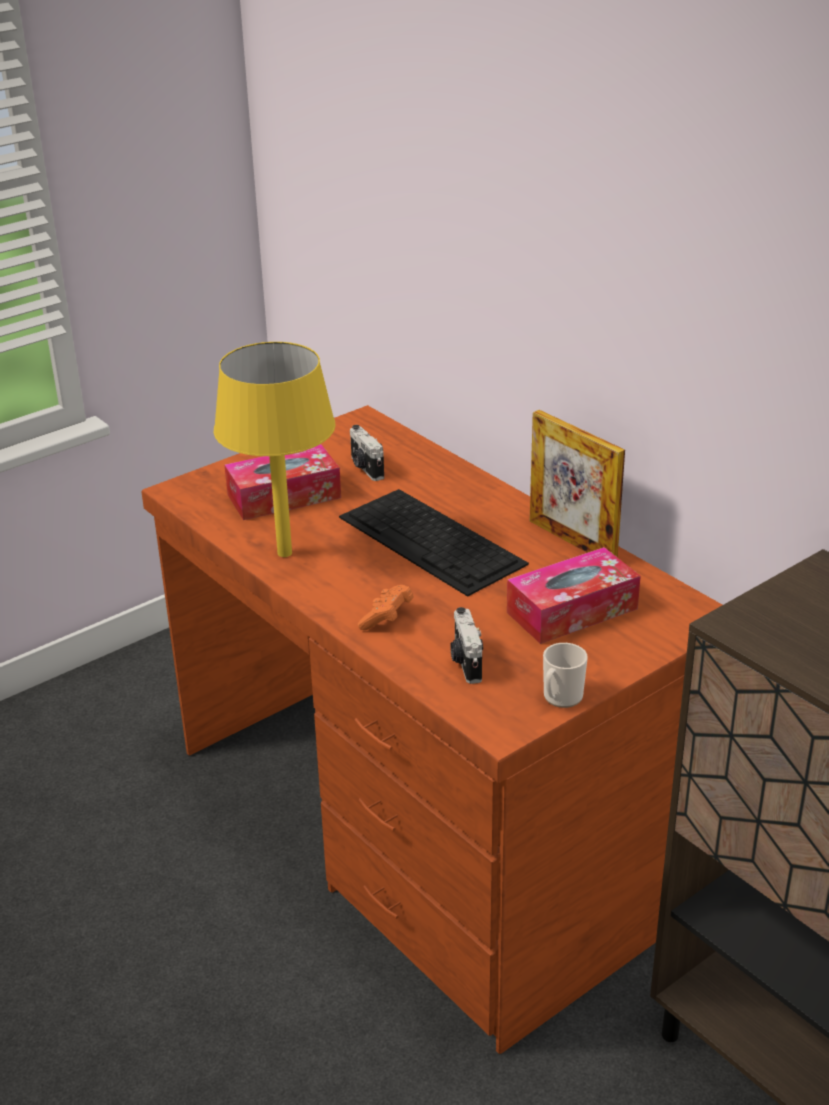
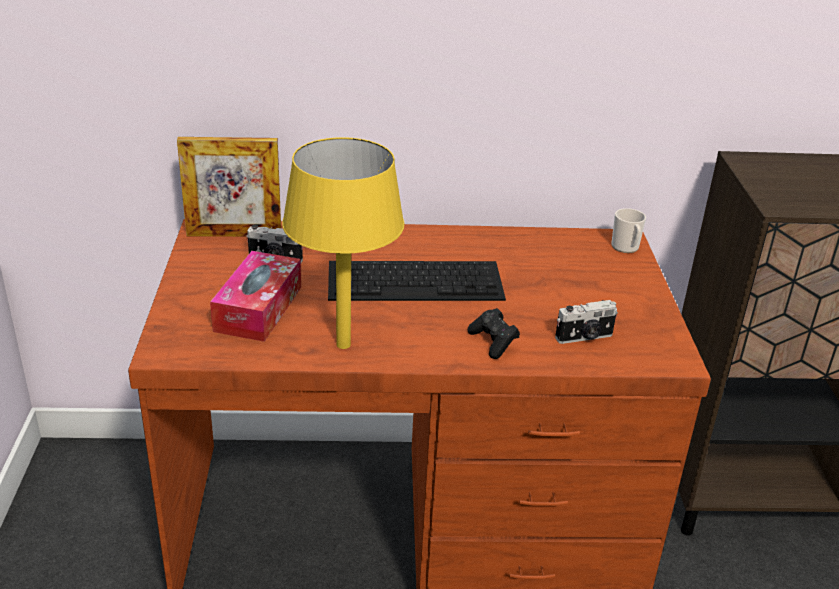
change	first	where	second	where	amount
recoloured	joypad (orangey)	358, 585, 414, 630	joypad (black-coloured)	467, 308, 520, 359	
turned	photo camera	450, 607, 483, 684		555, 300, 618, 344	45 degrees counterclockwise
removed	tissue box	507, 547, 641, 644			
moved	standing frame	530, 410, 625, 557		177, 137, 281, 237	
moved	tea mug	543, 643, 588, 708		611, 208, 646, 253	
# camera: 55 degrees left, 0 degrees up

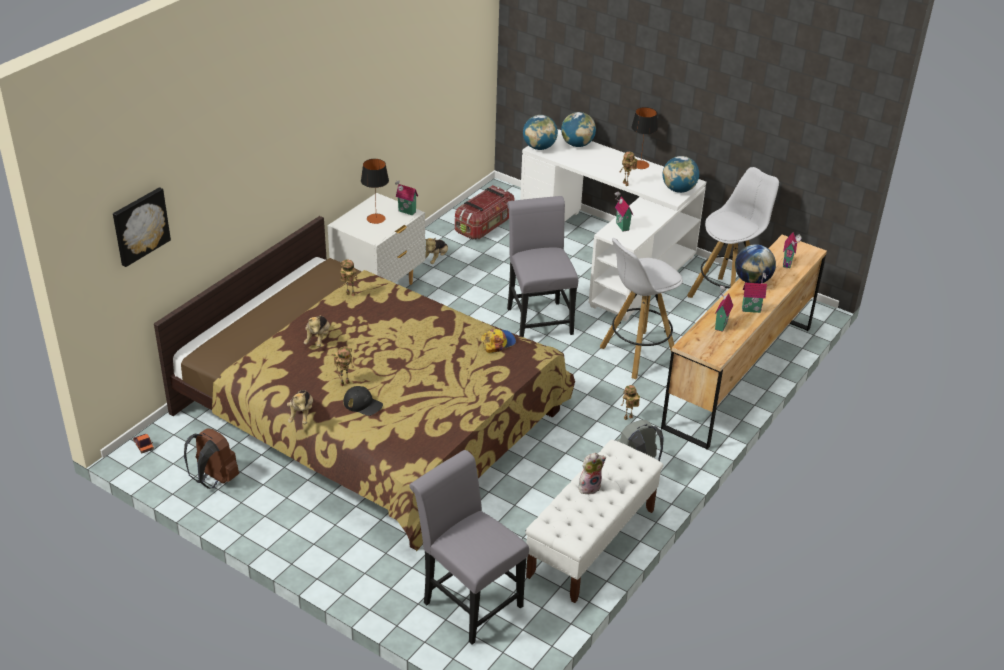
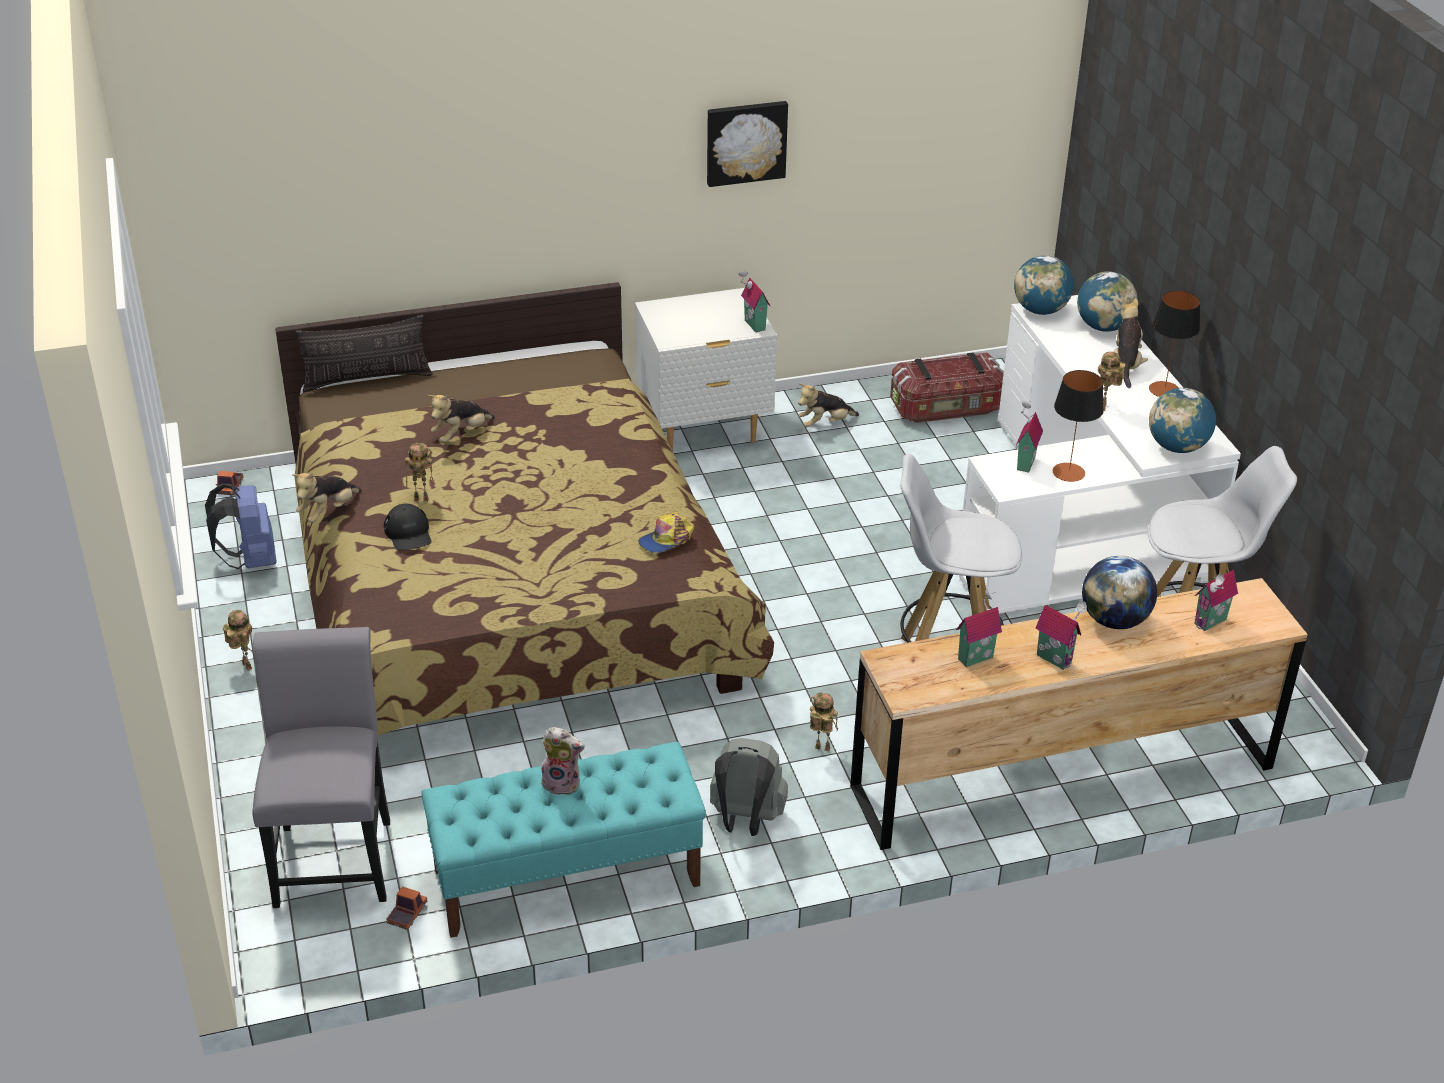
change	first	where	second	where	amount
moved	picture	113, 187, 171, 267		707, 101, 788, 187	
recoloured	rucksack (brownish)	184, 428, 239, 489	rucksack (bluish)	205, 484, 277, 569	
moved	toy robot	340, 259, 359, 296		223, 610, 253, 671	
moved	tabletop lamp	361, 159, 389, 224		1053, 370, 1104, 482	
turned	peaked cap	481, 328, 516, 353		638, 512, 694, 553	135 degrees clockwise
removed	upright chair (gray)	507, 196, 578, 337			
recoloured	long seat (whitish)	525, 439, 663, 603	long seat (blue-green)	421, 742, 706, 938	
added			throw pillow	295, 315, 433, 392	
added			toy lorry	387, 886, 427, 930	
added			cuddly toy	1113, 298, 1148, 388	
# camera: 40 degrees right, 0 degrees up

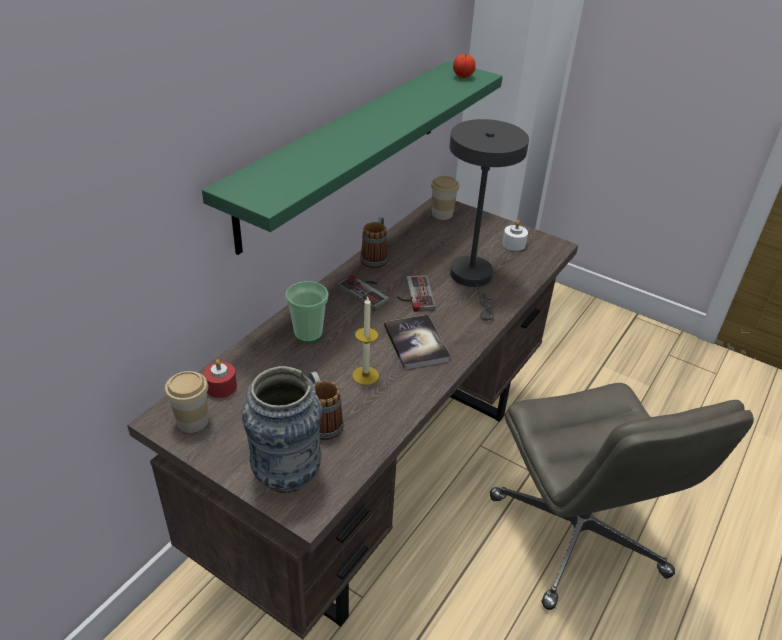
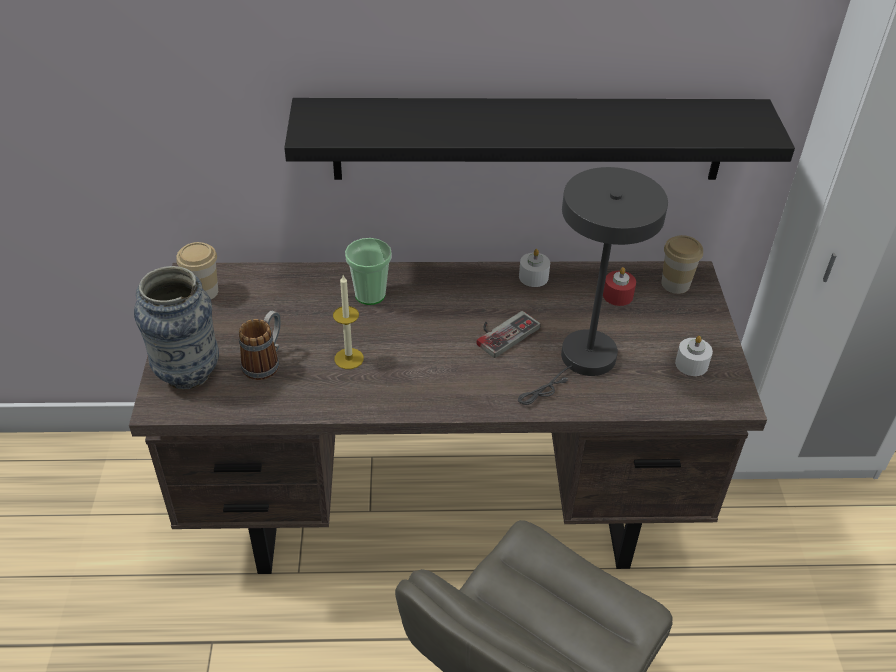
change	first	where	second	where	amount
recoloured	wall shelf (greenish)	202, 61, 503, 255	wall shelf (black-coloured)	284, 98, 795, 180	
moved	wax candle (red)	203, 359, 237, 398		603, 267, 636, 306	
removed	joypad	337, 275, 389, 311			
replaced	tea mug	360, 217, 388, 268	wax candle (whitish)	519, 249, 550, 287	
removed	volume	384, 315, 451, 370			
removed	whole apple	453, 54, 476, 78			
# camera: 55 degrees right, 5 degrees up

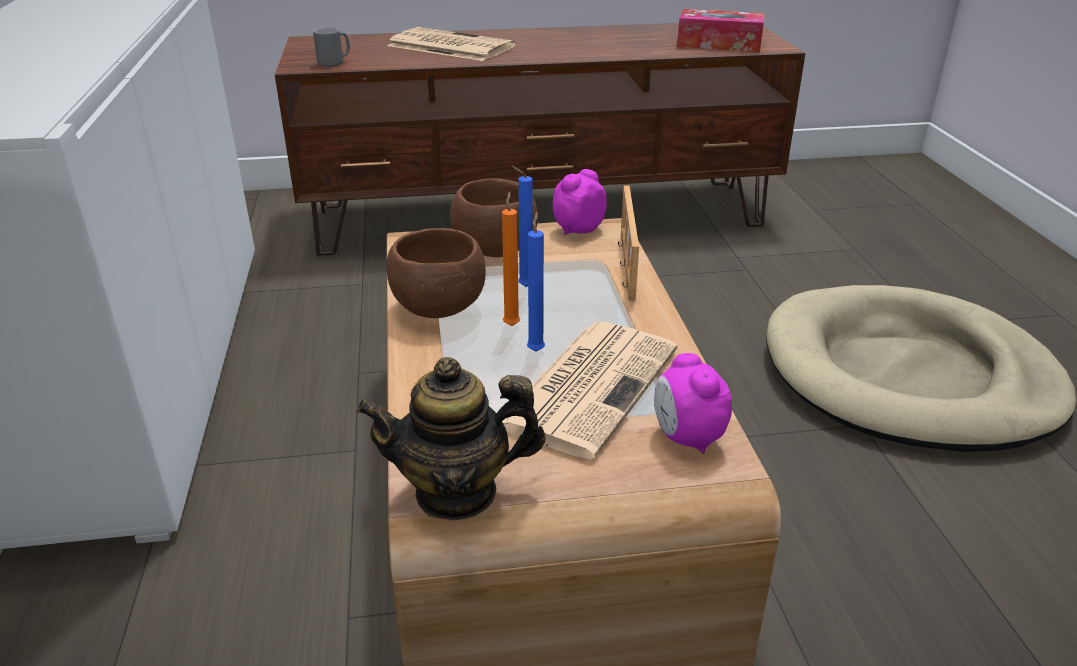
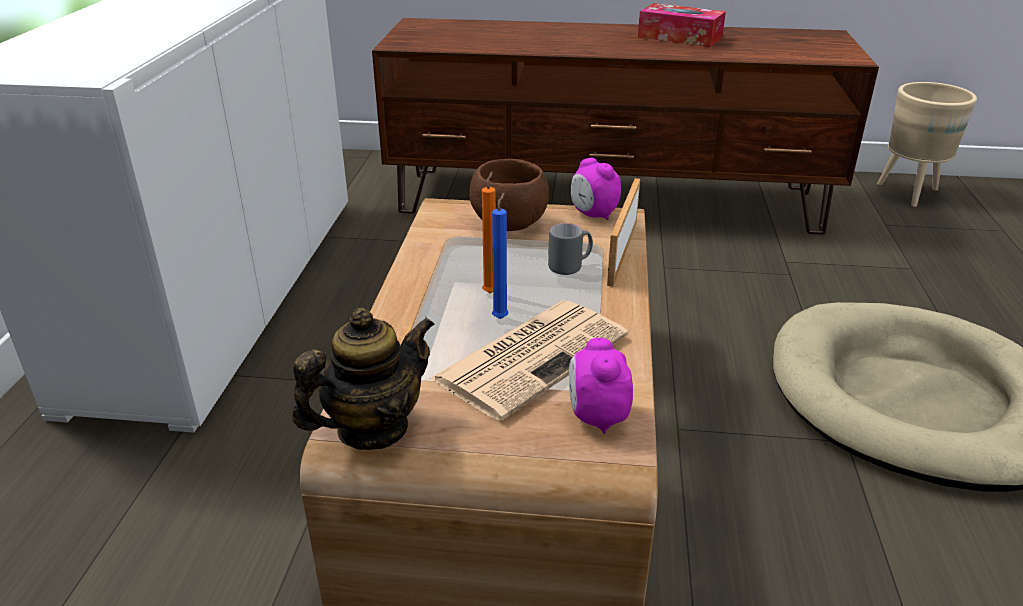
change	first	where	second	where	amount
moved	tea mug (gray)	313, 27, 350, 67		548, 223, 593, 275	
turned	teapot	356, 357, 545, 521		292, 308, 435, 450	135 degrees clockwise
removed	bowl (brownish)	386, 228, 486, 319			
removed	newspaper	387, 27, 516, 61			
removed	wax candle (bluish)	511, 165, 533, 287			
turned	table clock	553, 169, 607, 235		571, 158, 621, 220	105 degrees counterclockwise
moved	tissue box	677, 9, 765, 52		638, 3, 726, 47	
added			planter (beige)	877, 82, 977, 207	
# camera: 15 degrees right, 0 degrees up

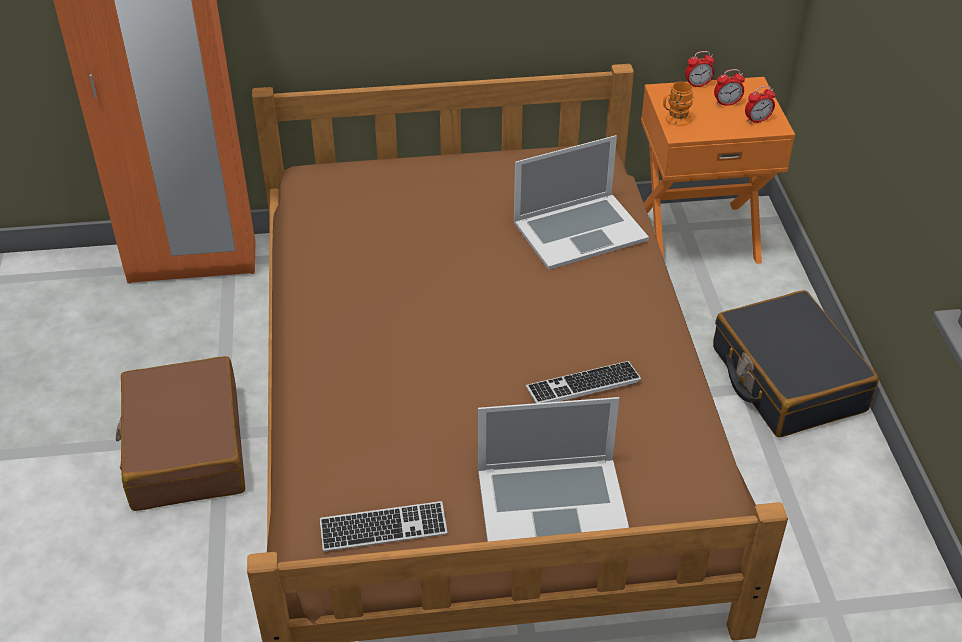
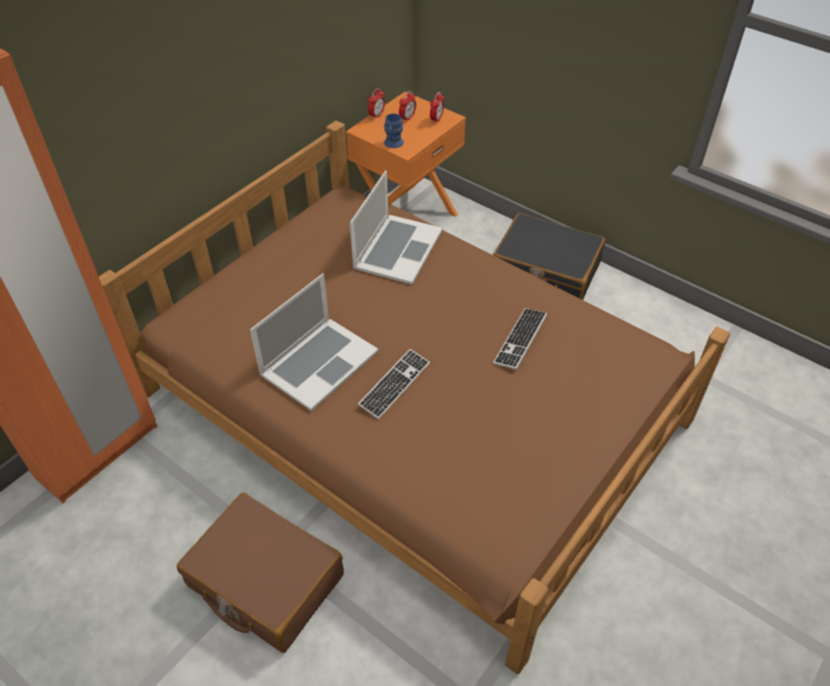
change	first	where	second	where	amount
moved	computer keyboard	319, 501, 448, 552		358, 349, 430, 419	
moved	portable computer	478, 397, 629, 542		250, 274, 379, 411	
recoloured	tea mug (orangey)	663, 82, 694, 126	tea mug (bluish)	384, 114, 404, 148	
# camera: 45 degrees left, 5 degrees up

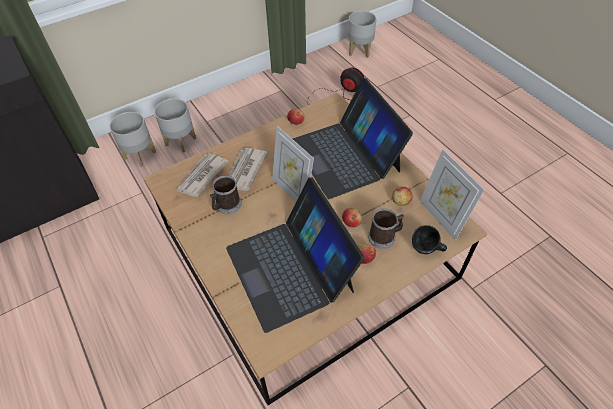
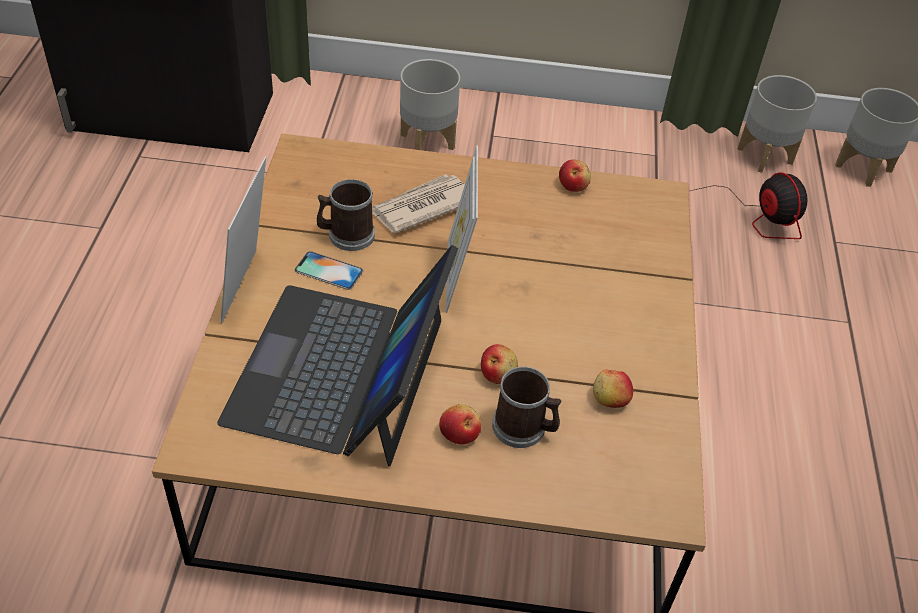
change	first	where	second	where	amount
moved	planter (gray)	110, 112, 156, 167		737, 75, 817, 173	
removed	newspaper	176, 153, 229, 197			
removed	portable computer	293, 78, 413, 199			
removed	tea mug (black-coloured)	412, 225, 447, 254			
moved	standing frame	420, 149, 484, 241		221, 156, 266, 324	
added			phone	295, 251, 363, 290	
# camera: 35 degrees right, 5 degrees down

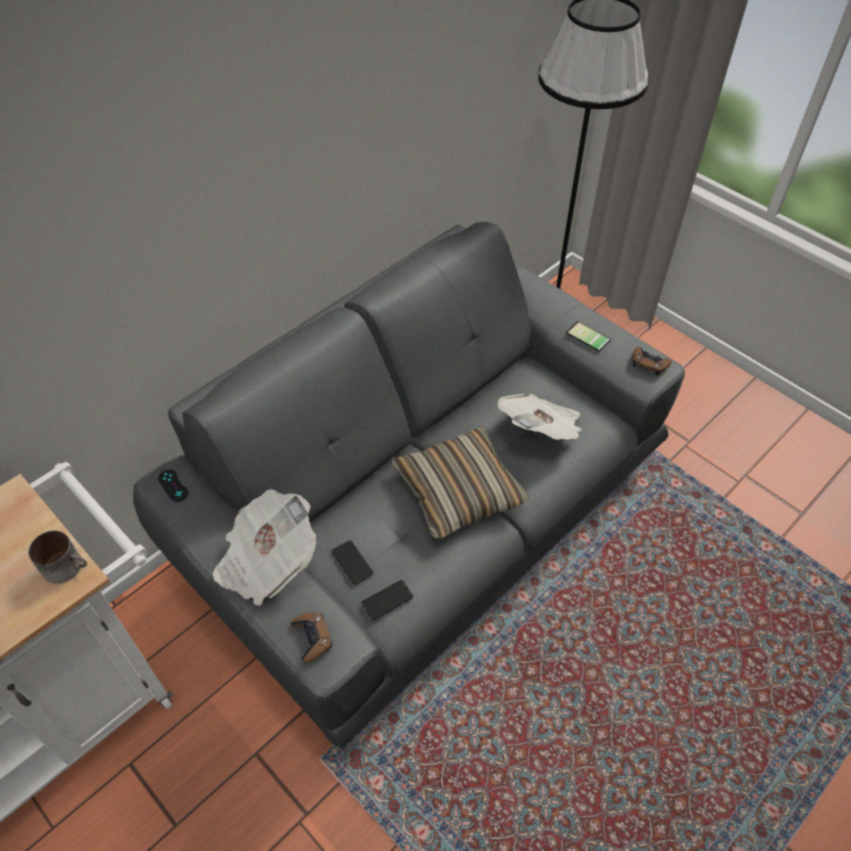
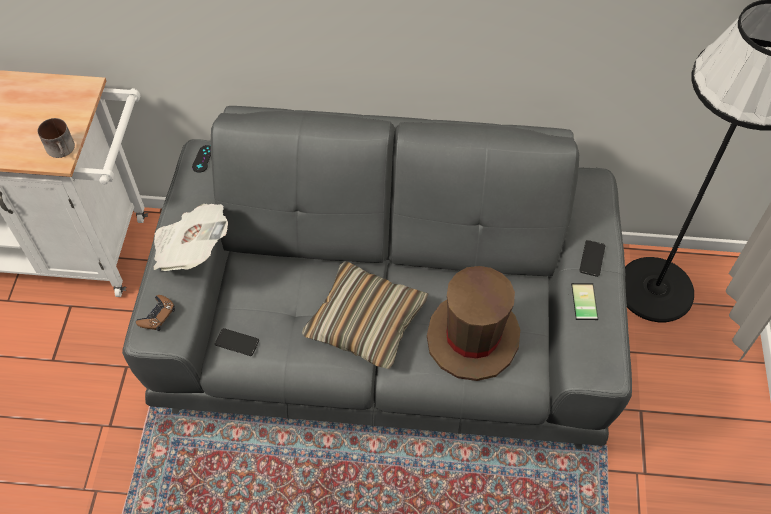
change	first	where	second	where	amount
moved	phone	331, 540, 373, 585		579, 240, 605, 277	
replaced	newspaper	498, 394, 581, 440	clothing hat (brownish)	427, 266, 520, 381	
removed	joypad (brownish)	633, 347, 672, 376			
# camera: 50 degrees right, 5 degrees up

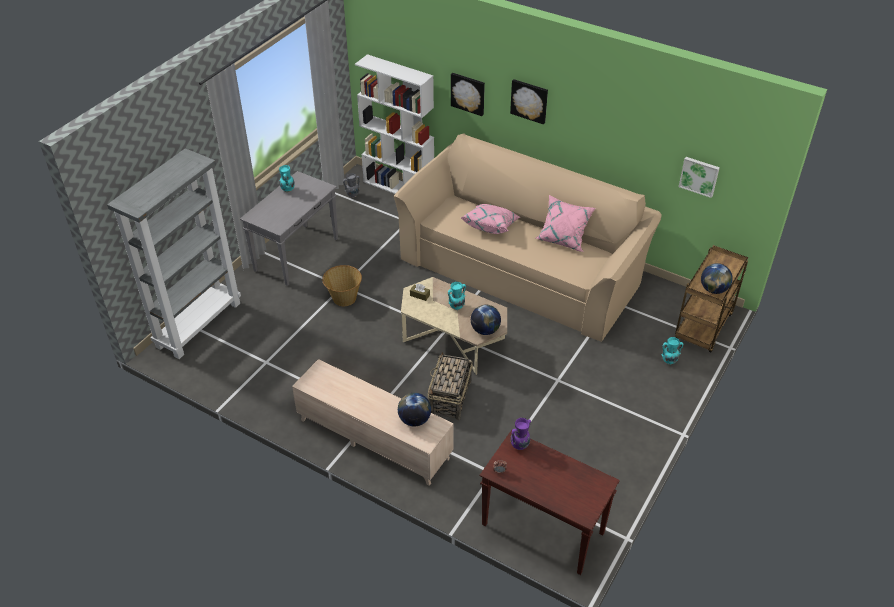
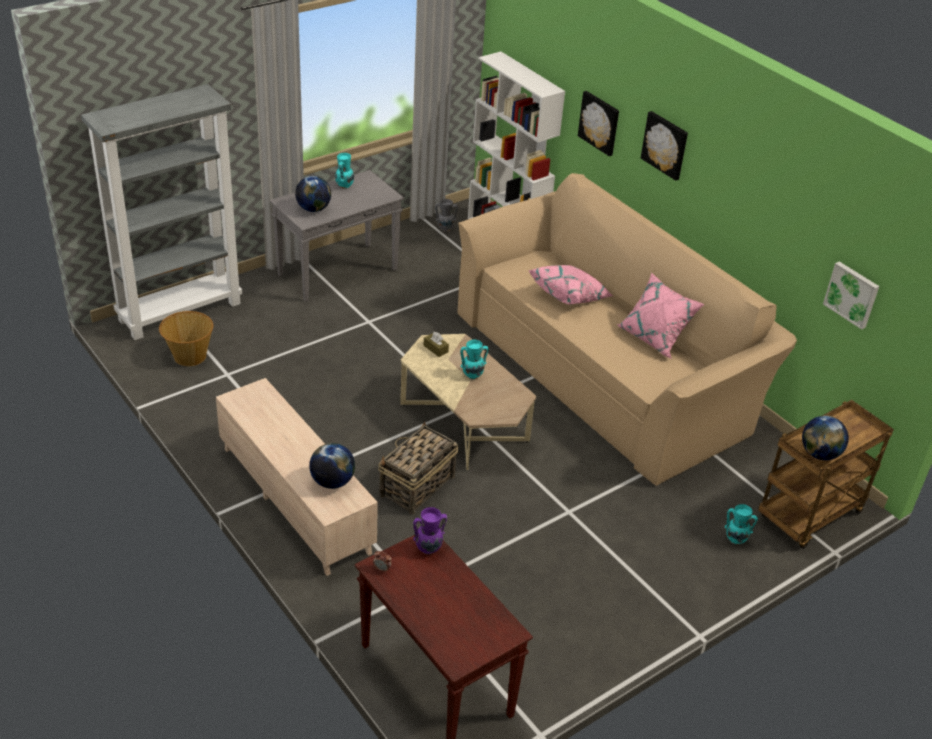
change	first	where	second	where	amount
moved	basket	322, 265, 362, 306		159, 311, 213, 366	
moved	desk globe	471, 305, 501, 335		295, 176, 331, 212	
# camera: 20 degrees right, 5 degrees down

